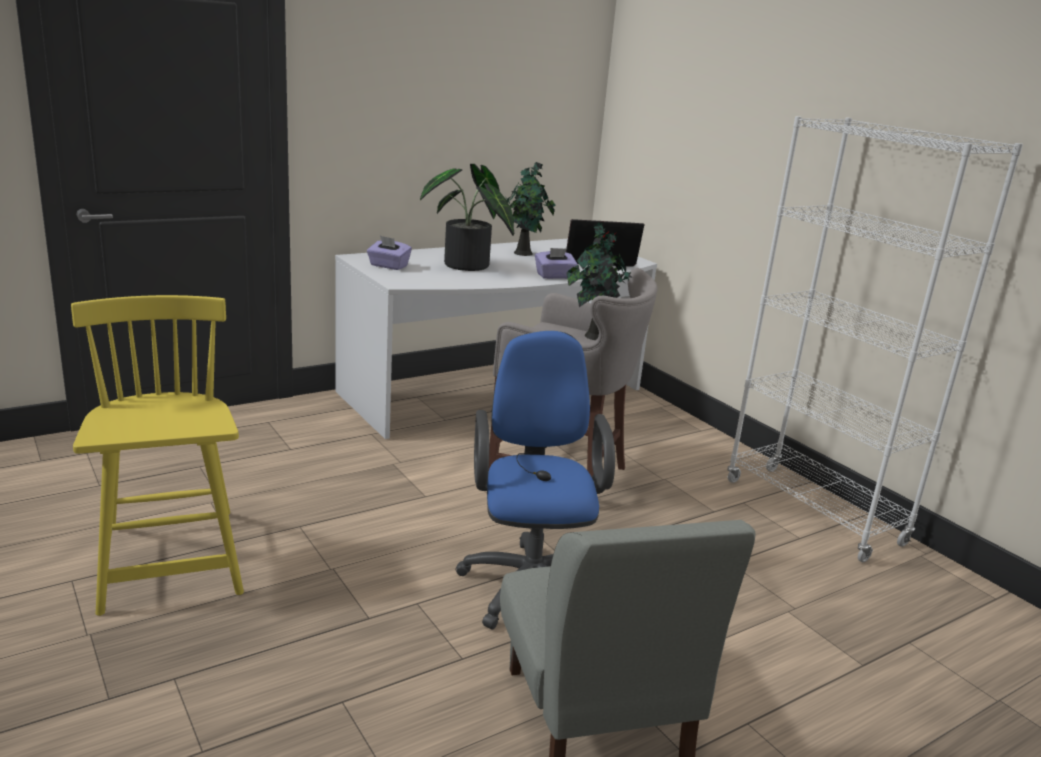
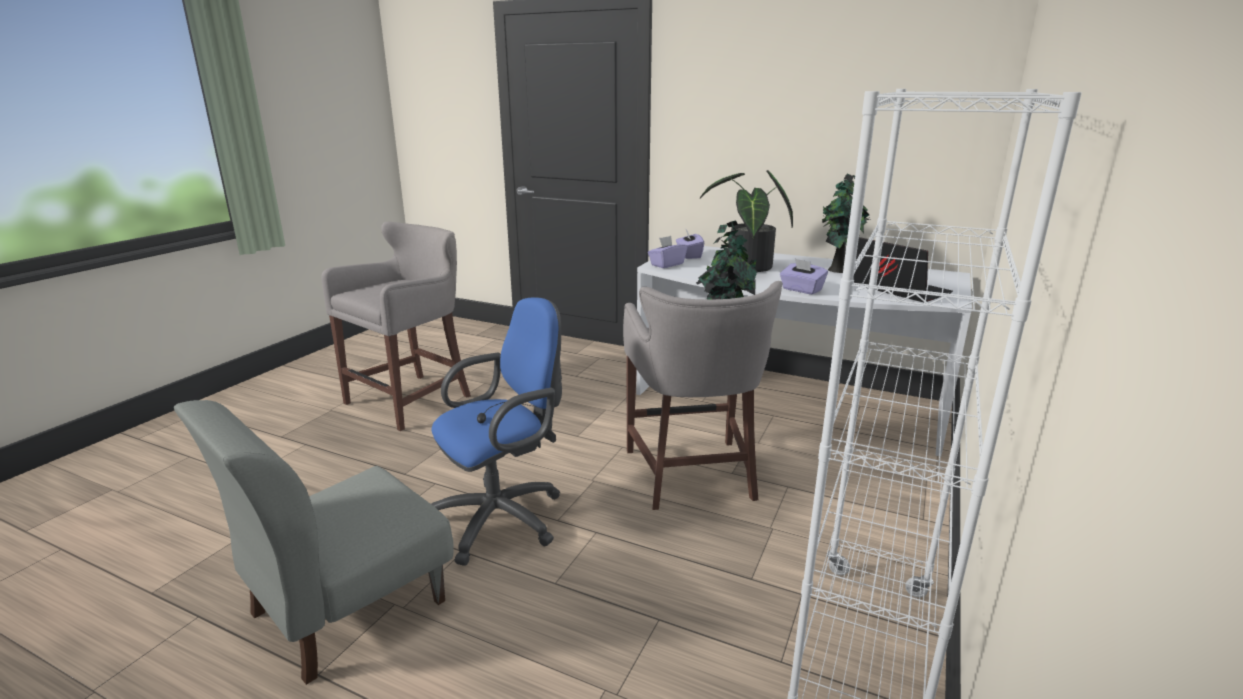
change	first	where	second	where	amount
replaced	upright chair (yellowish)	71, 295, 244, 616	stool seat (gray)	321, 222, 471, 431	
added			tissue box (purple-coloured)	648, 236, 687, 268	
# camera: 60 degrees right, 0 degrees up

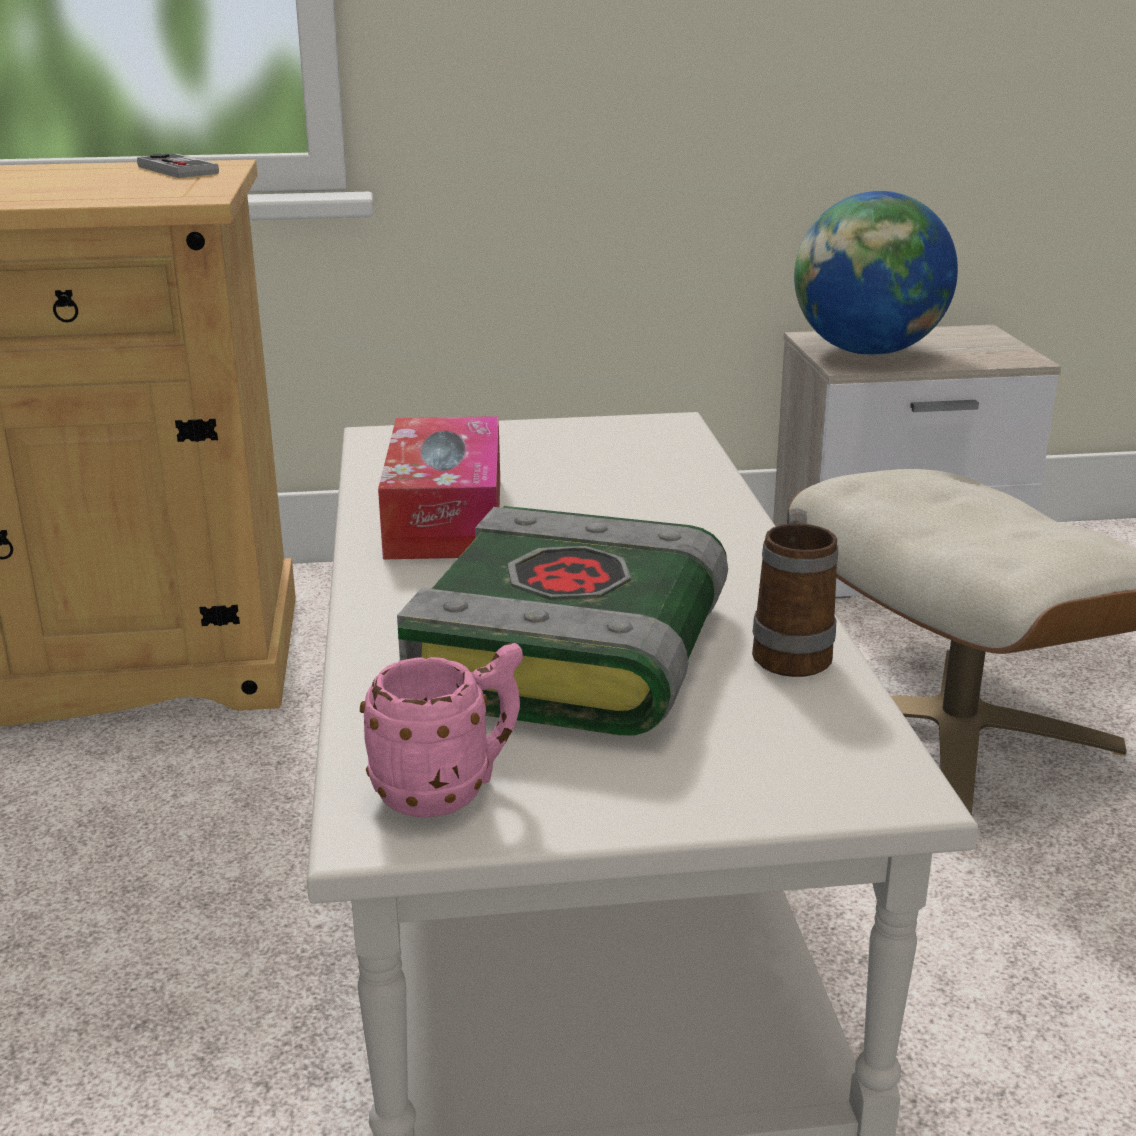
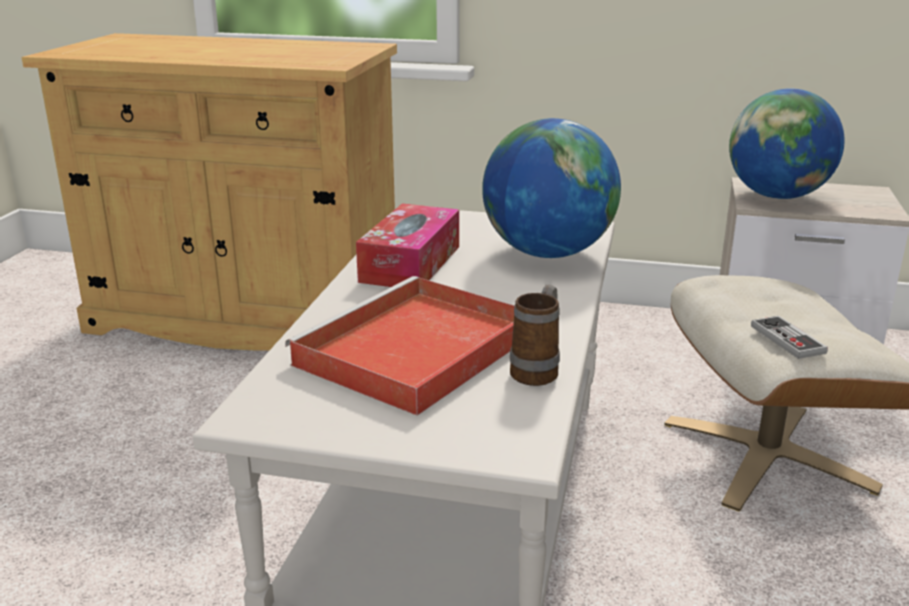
change	first	where	second	where	amount
moved	joypad	137, 153, 219, 178		751, 316, 828, 359	
removed	tea mug (pinkish)	360, 643, 523, 818			
replaced	volume	397, 506, 728, 736	tray (red)	285, 276, 514, 416	
added			desk globe	482, 118, 621, 258	
# camera: 20 degrees right, 0 degrees up

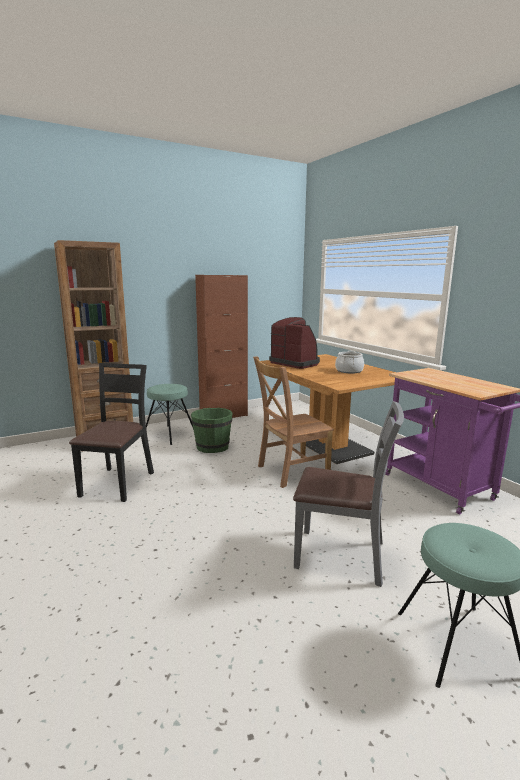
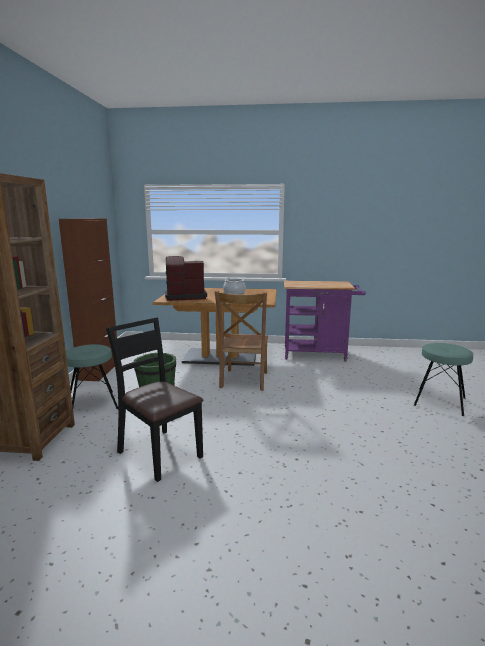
change	first	where	second	where	amount
removed	upright chair (gray)	293, 401, 404, 587			
# camera: 55 degrees left, 0 degrees up

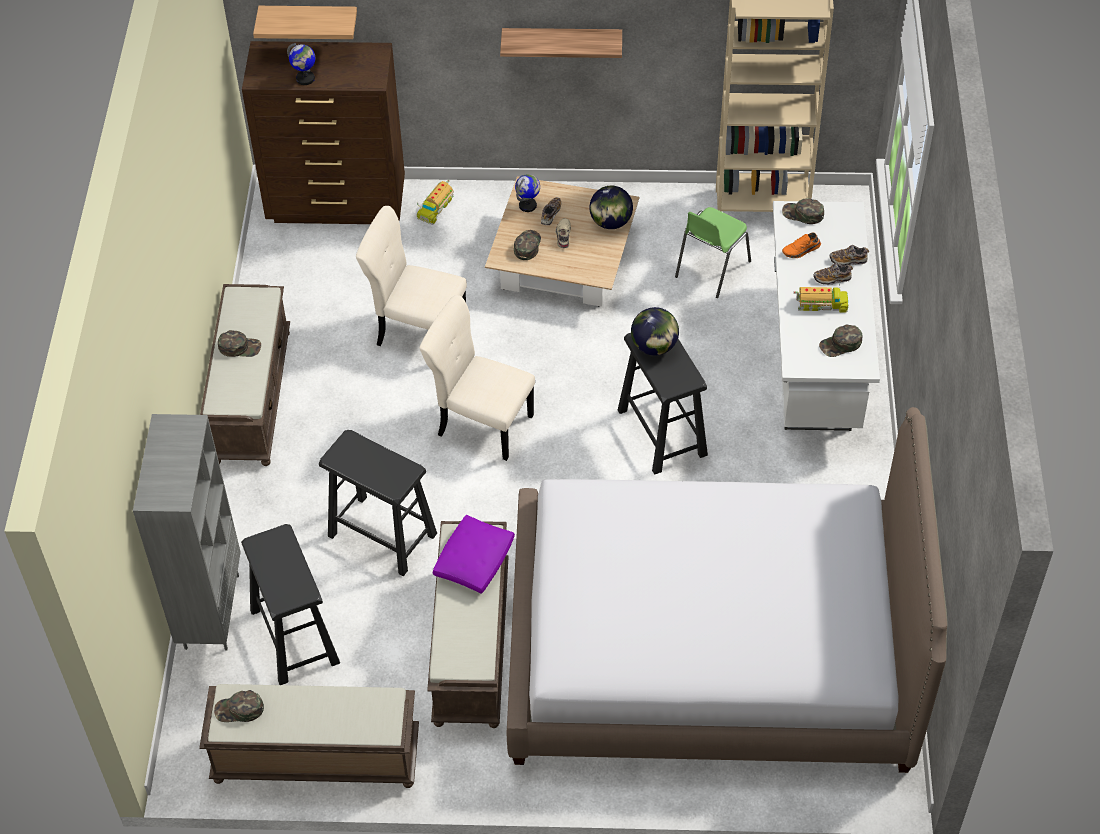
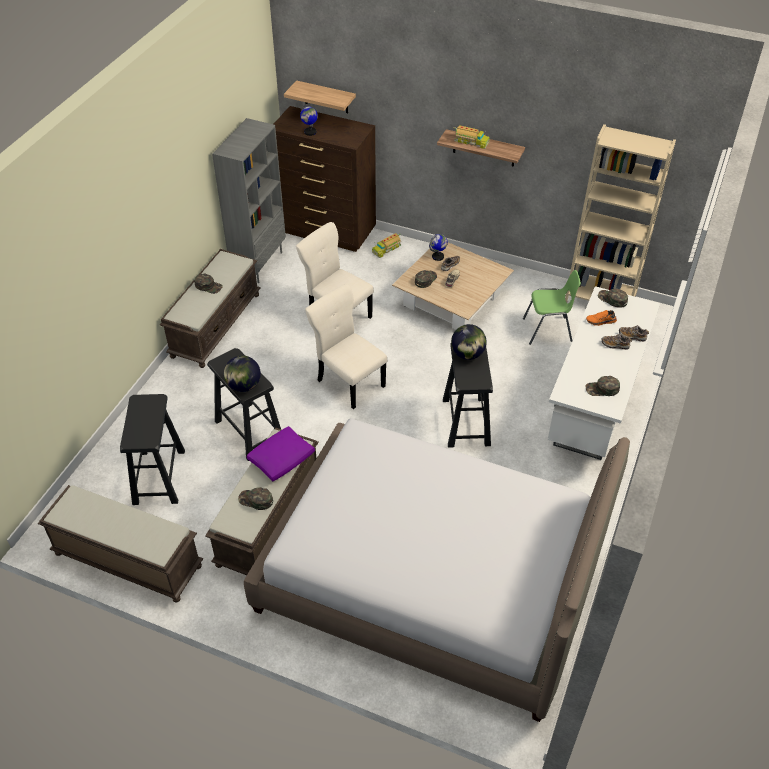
change	first	where	second	where	amount
moved	shelving unit (gray)	133, 414, 241, 651		212, 118, 286, 283	
moved	peaked cap (greenish)	214, 690, 264, 722		238, 487, 273, 510	
moved	desk globe	589, 186, 633, 229		224, 355, 261, 392	
turned	upright chair (greenish)	675, 207, 751, 298		523, 270, 581, 345	150 degrees counterclockwise
moved	toy lorry	794, 283, 848, 313		454, 125, 490, 149	
# camera: 20 degrees right, 5 degrees down

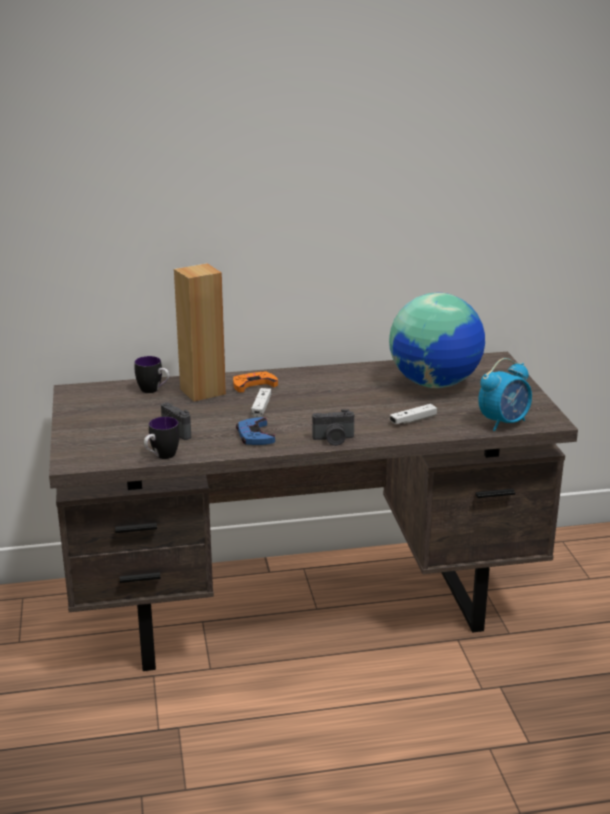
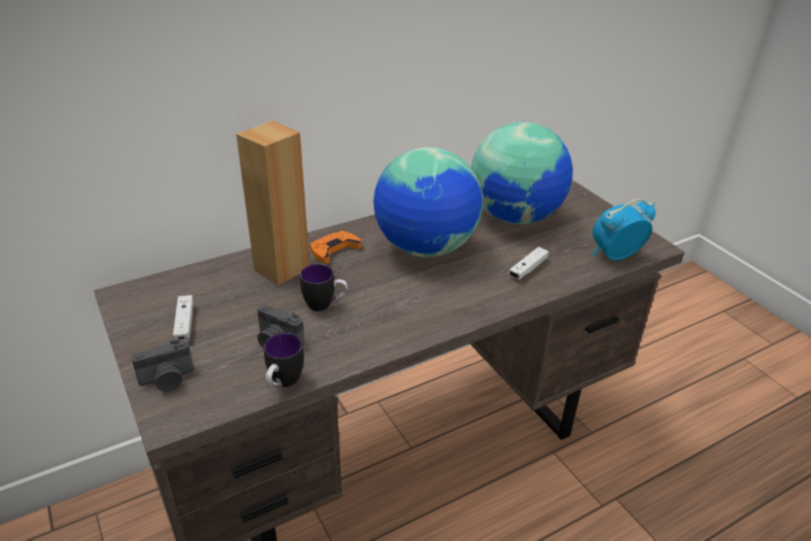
change	first	where	second	where	amount
moved	tea mug	134, 356, 170, 393		300, 264, 348, 311	
removed	joypad (bluish)	236, 417, 275, 445			
moved	joypad (whitish)	251, 388, 272, 418		173, 295, 194, 341	
moved	photo camera	312, 410, 354, 446		131, 339, 194, 392	
turned	table clock	478, 358, 532, 432		592, 199, 656, 261	150 degrees counterclockwise
added			desk globe	373, 147, 483, 257	
# camera: 20 degrees left, 10 degrees up

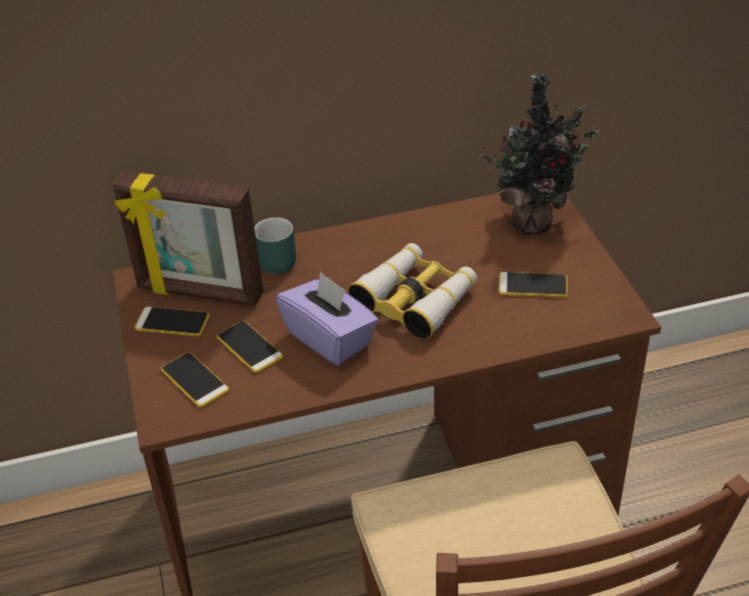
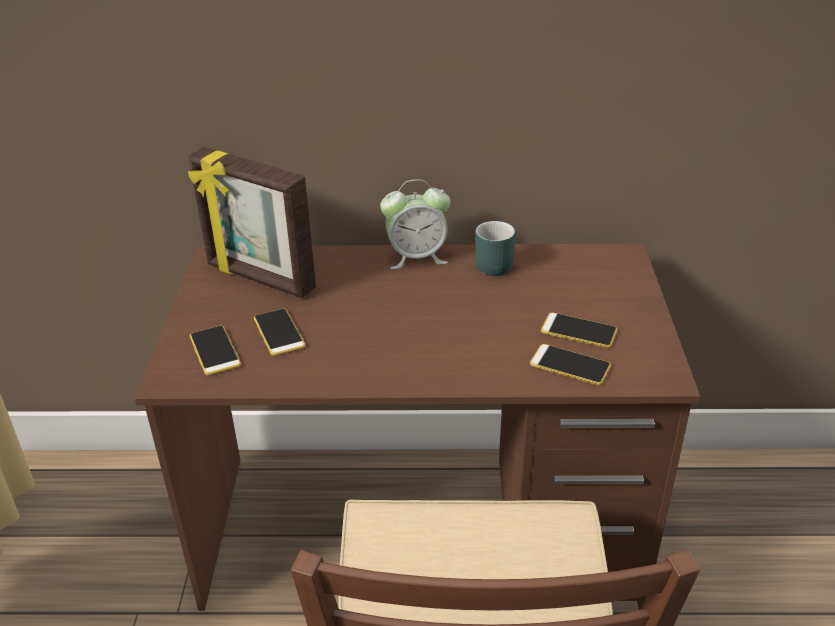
change	first	where	second	where	amount
moved	phone	135, 307, 210, 337		530, 344, 611, 385	
moved	tea mug (blue-green)	254, 217, 296, 274		475, 221, 516, 276	
removed	tissue box (purple-coloured)	276, 271, 379, 366			
removed	pair of binoculars	348, 243, 477, 339			
removed	plant in a pot	480, 73, 599, 235			
added			table clock	380, 179, 451, 269	
# camera: 15 degrees right, 5 degrees down

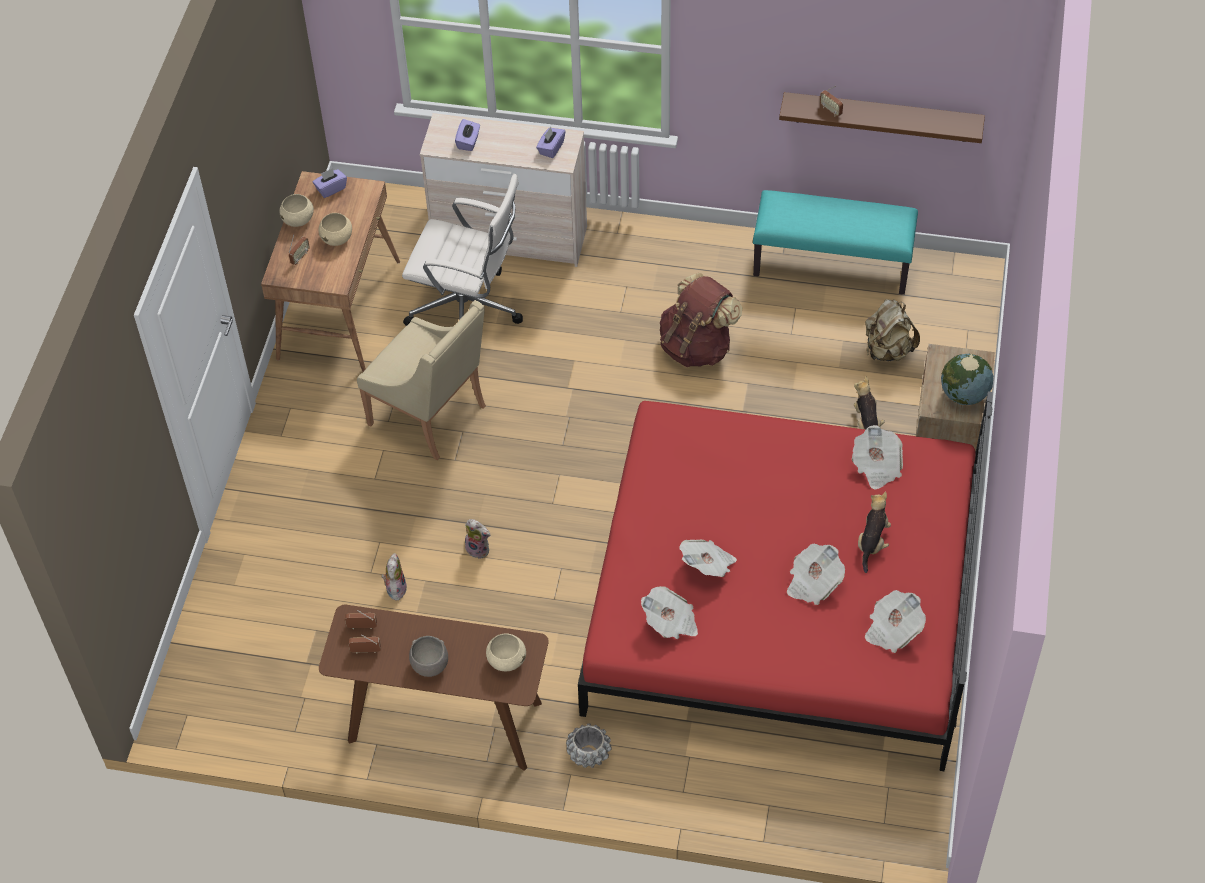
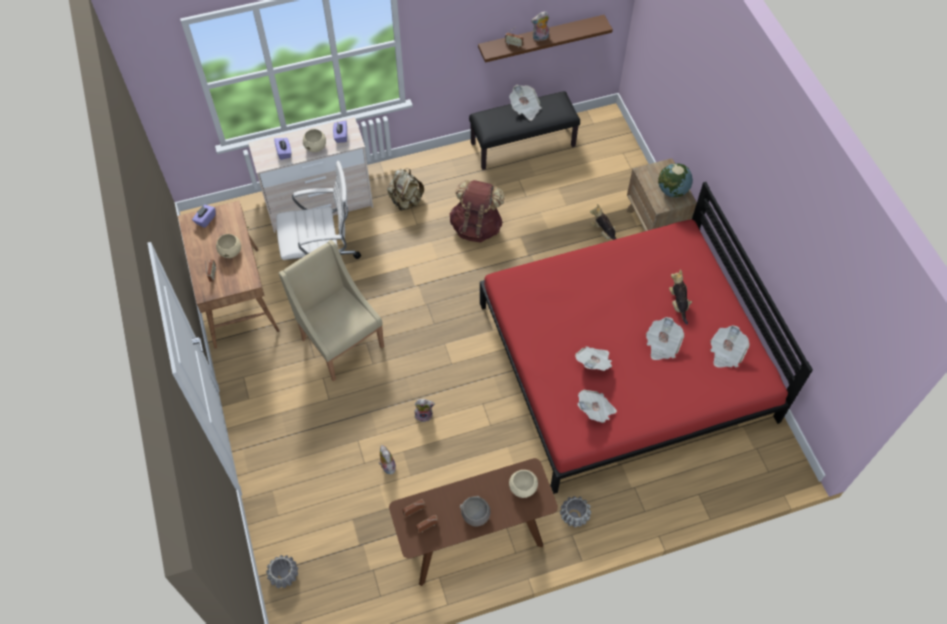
change	first	where	second	where	amount
moved	bowl (beige)	279, 194, 314, 227		303, 129, 326, 152	
turned	armchair (beige)	357, 300, 486, 460		279, 240, 384, 381	135 degrees counterclockwise
recoloured	long seat (blue-green)	753, 190, 918, 295	long seat (black-coloured)	469, 91, 580, 170	
moved	newspaper	852, 425, 903, 490		509, 85, 542, 120	
moved	rucksack (beige)	865, 299, 920, 361		387, 168, 424, 211	
added			planter (gray)	266, 555, 298, 588	
added			cuddly toy	531, 11, 549, 41	
# camera: 30 degrees left, 5 degrees up

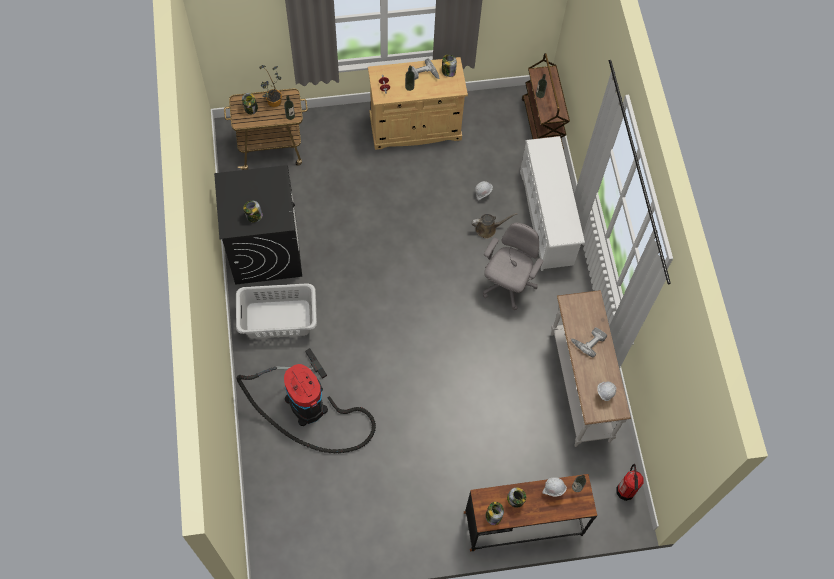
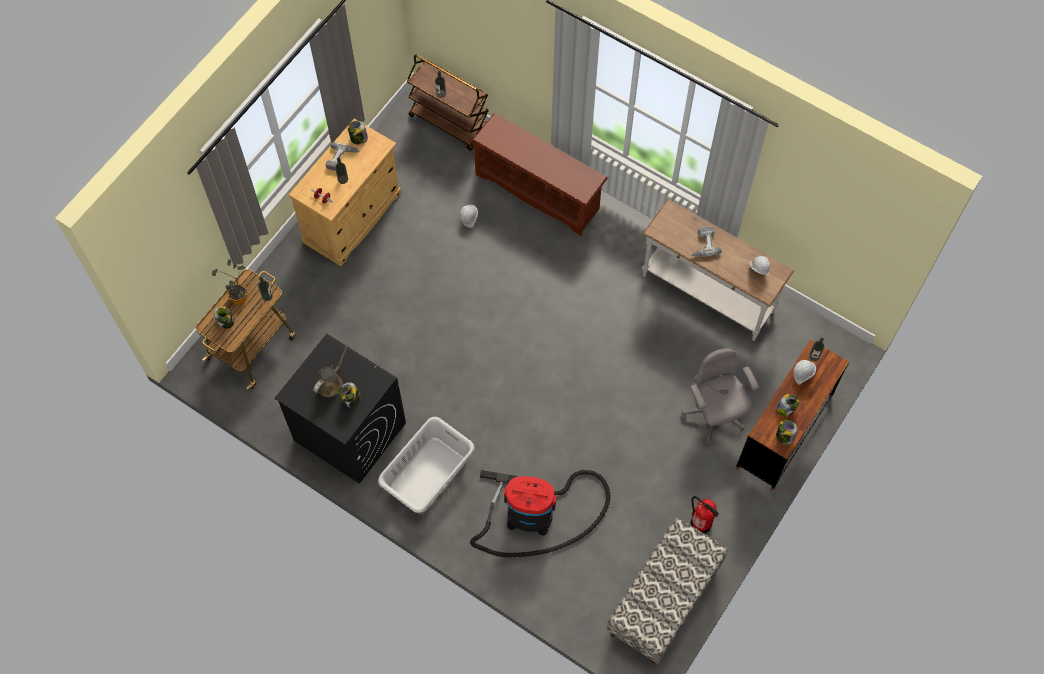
change	first	where	second	where	amount
moved	watering pot (brownish)	472, 213, 517, 238		313, 343, 350, 397	
moved	office chair (gray)	483, 222, 544, 310		681, 348, 759, 445	
recoloured	shoe stand (whitish)	520, 136, 585, 271	shoe stand (brownish)	472, 113, 608, 236	
moved	extinguisher	616, 464, 643, 501		690, 496, 719, 533	
added			long seat	606, 518, 728, 664	
# camera: 45 degrees left, 0 degrees up

